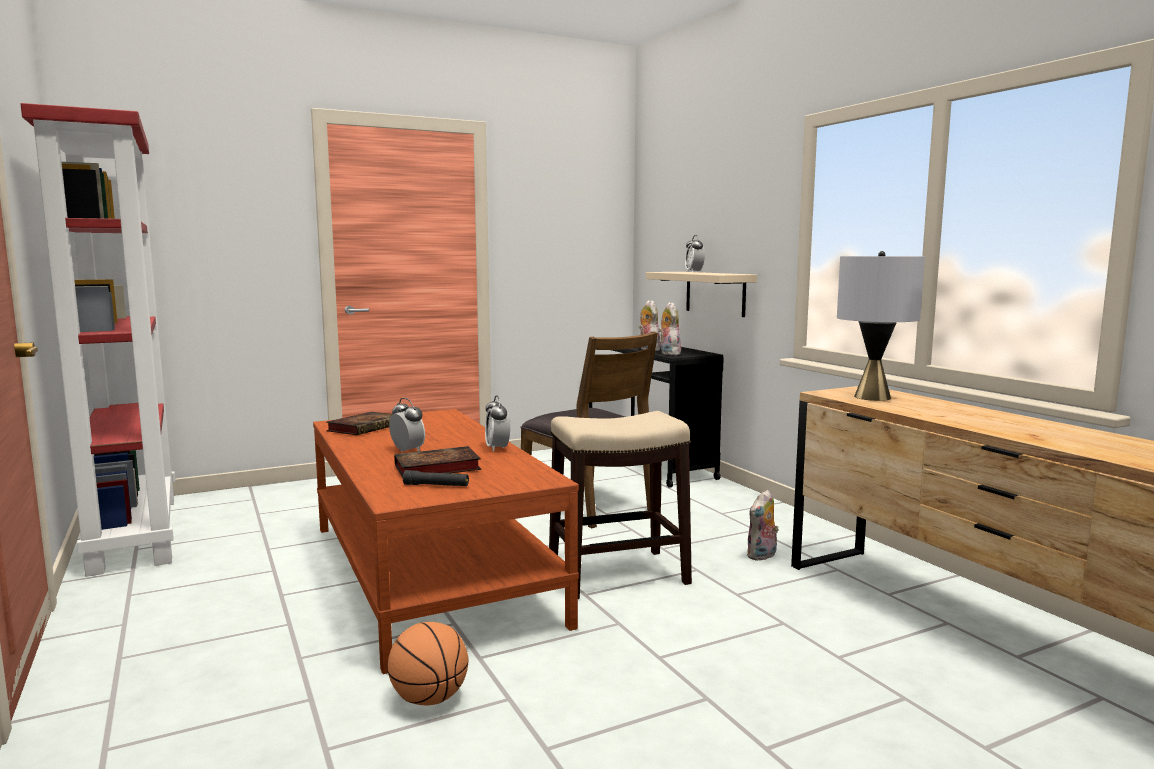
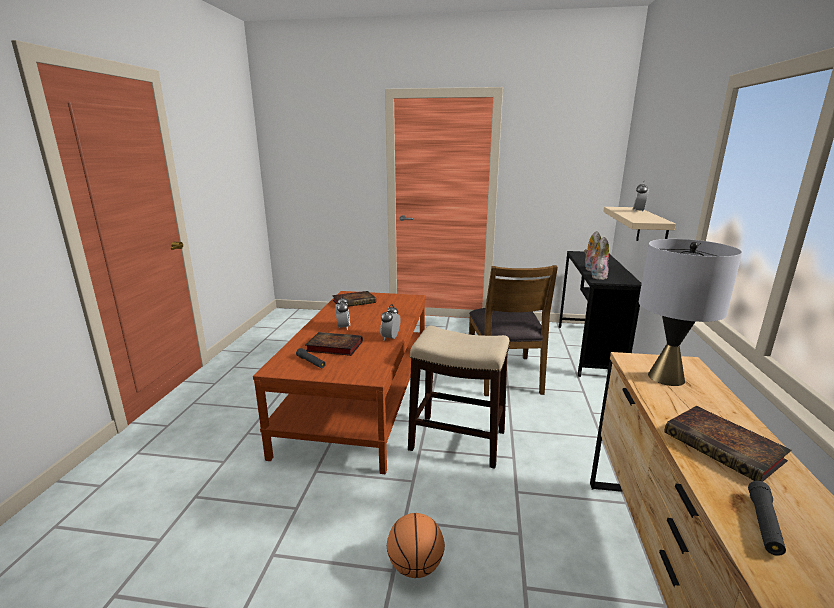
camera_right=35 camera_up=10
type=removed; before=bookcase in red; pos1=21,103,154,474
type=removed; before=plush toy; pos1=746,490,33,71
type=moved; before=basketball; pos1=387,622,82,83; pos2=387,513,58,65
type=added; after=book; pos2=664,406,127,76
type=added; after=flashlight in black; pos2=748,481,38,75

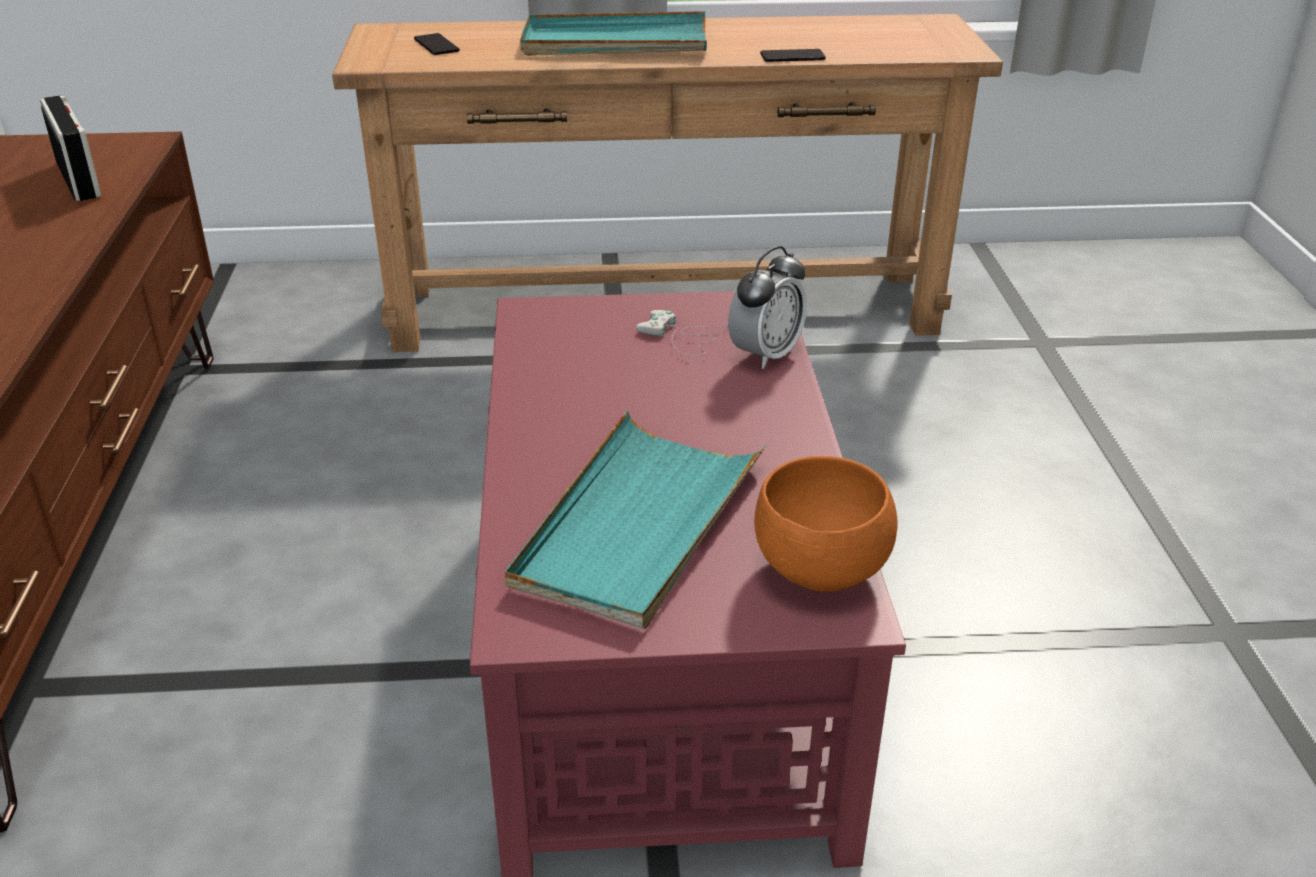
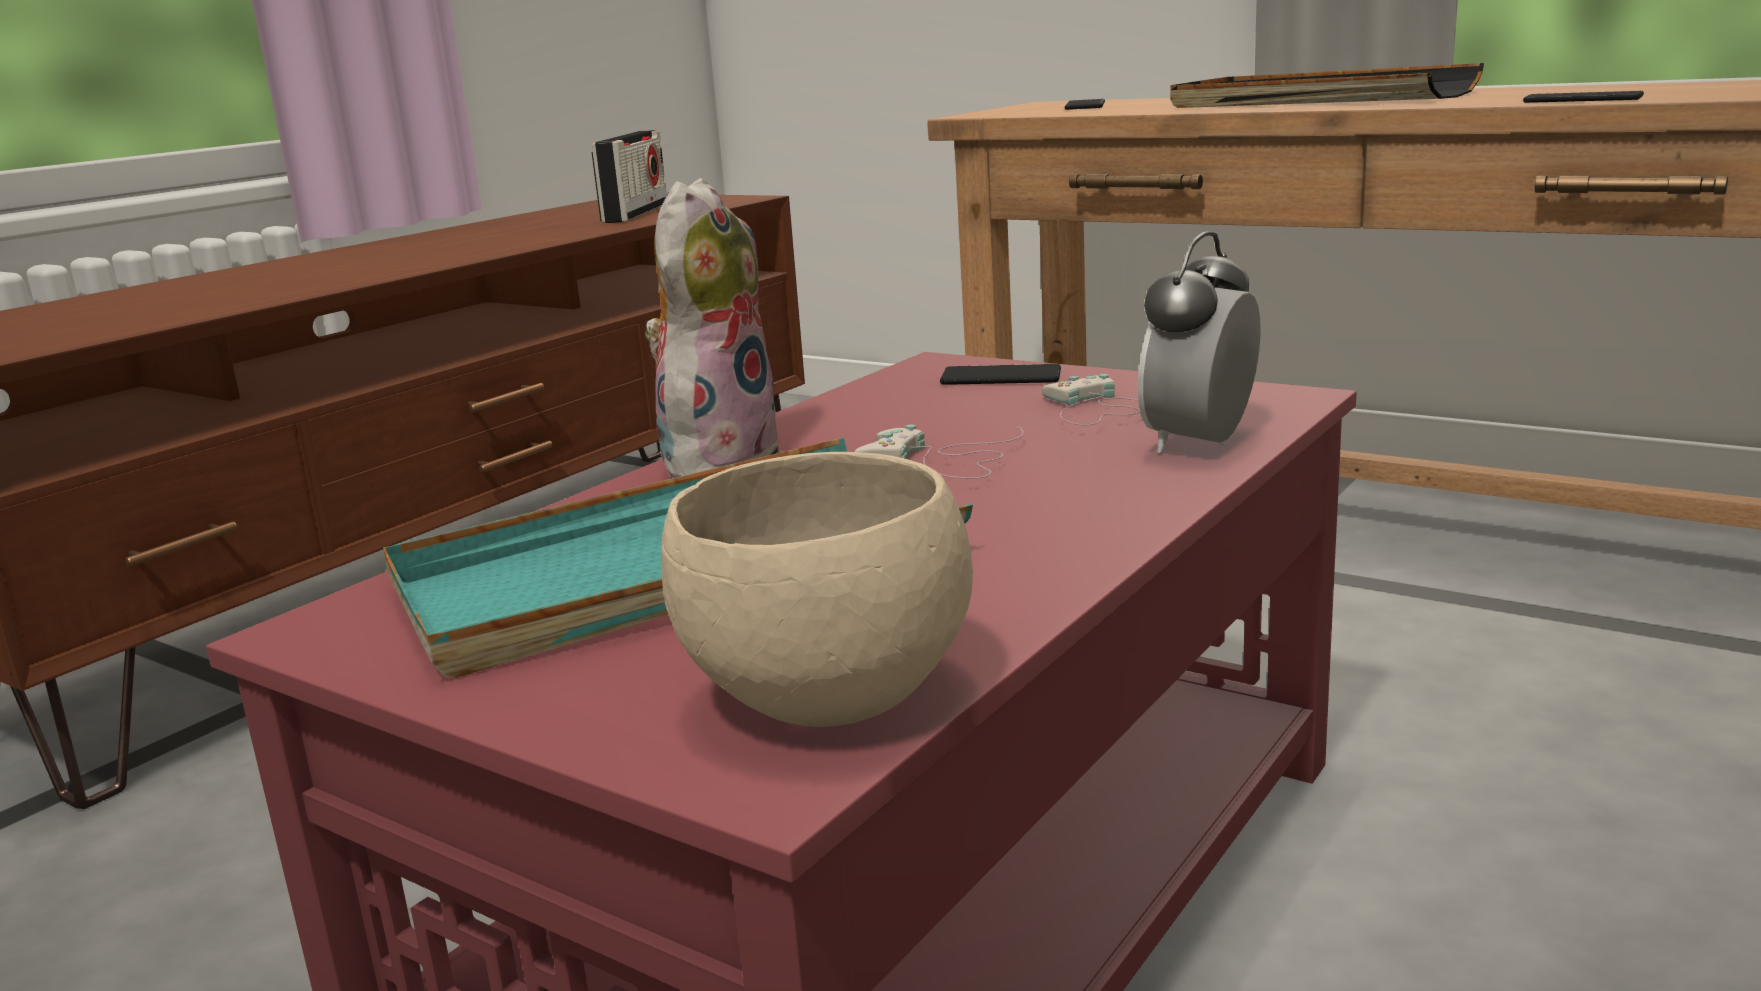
camera_right=40 camera_up=-15
type=recoloured; before=tray in turquoise; after=tray in black; pos1=520,11,187,45; pos2=1170,63,314,45
type=turned; before=alarm clock; pos1=728,246,79,123; pos2=1138,231,123,223; turn=135
type=recoloured; before=bowl in orange; after=bowl in beige; pos1=754,456,144,136; pos2=661,452,312,275
type=added; after=plush toy; pos2=645,178,138,300
type=added; after=phone; pos2=940,364,121,21
type=added; after=game controller in white; pos2=854,425,170,54

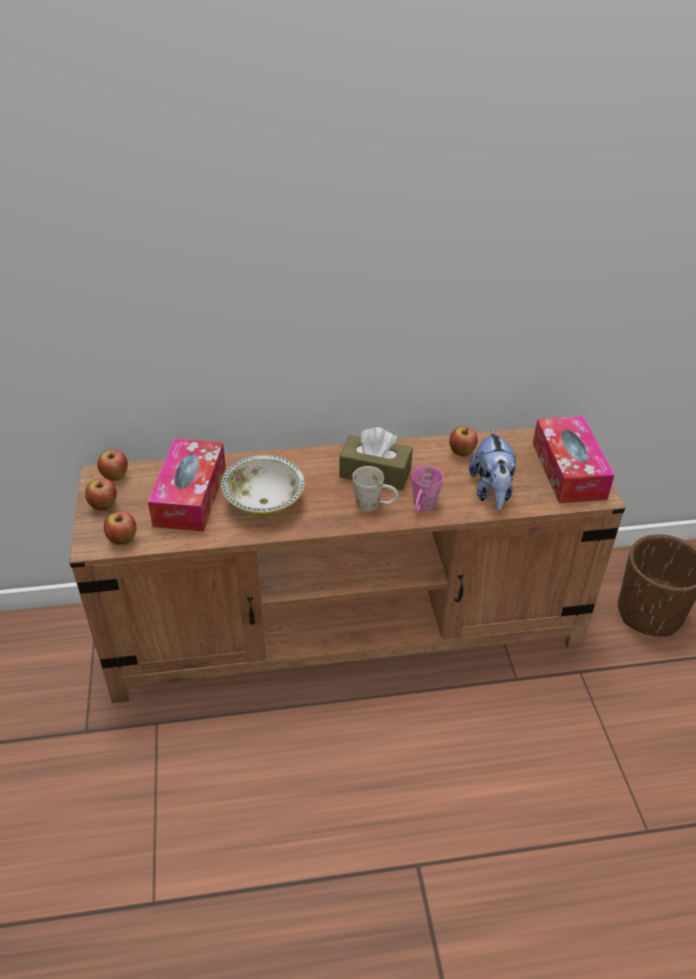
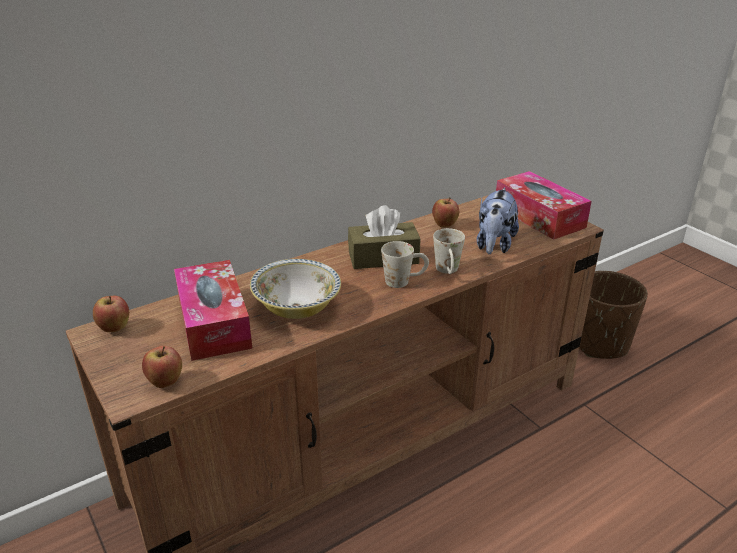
camera_right=-25 camera_up=-10
type=turned; before=plush toy; pos1=469,429,47,81; pos2=477,187,42,67; turn=45
type=recoloured; before=mug in pink; after=mug in white; pos1=412,465,31,48; pos2=433,228,32,46
type=removed; before=apple; pos1=85,478,32,33

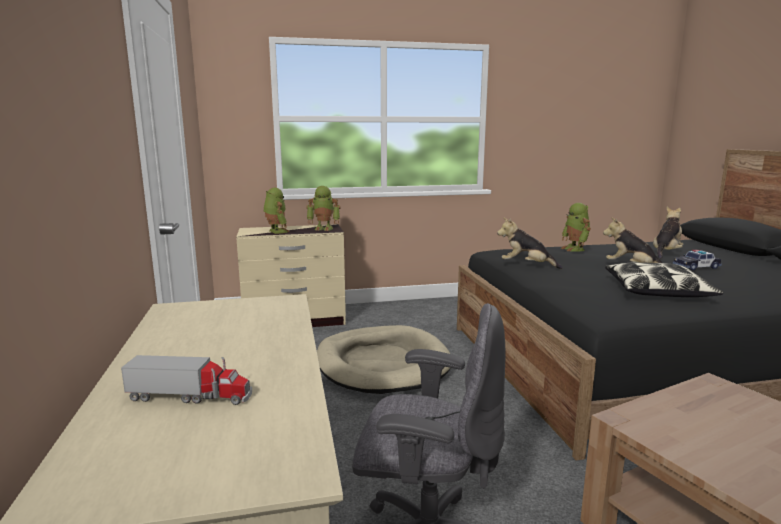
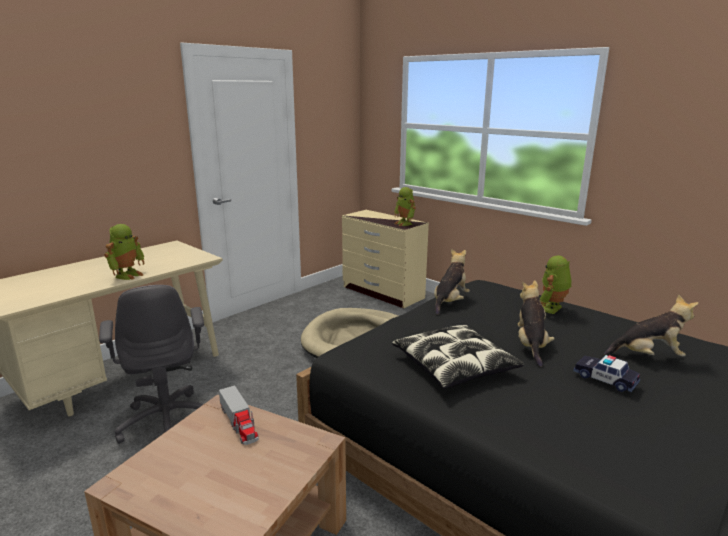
camera_right=55 camera_up=5
type=moved; before=toy robot; pos1=263,188,27,46; pos2=104,224,40,56
type=turned; before=plush toy; pos1=497,217,65,52; pos2=434,249,36,66; turn=45
type=moved; before=toy truck; pos1=121,355,131,50; pos2=219,385,40,60

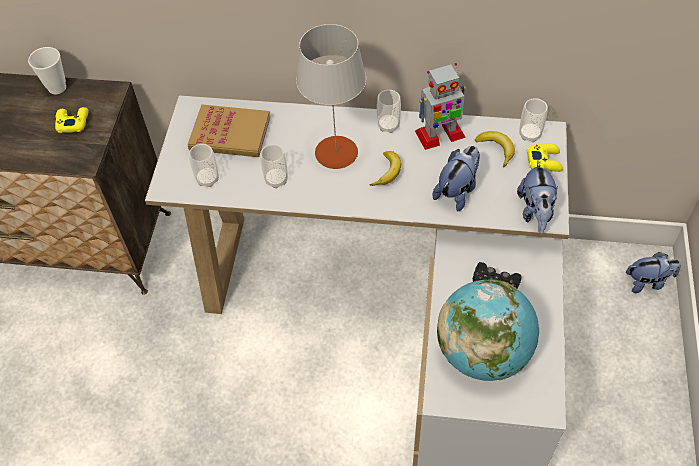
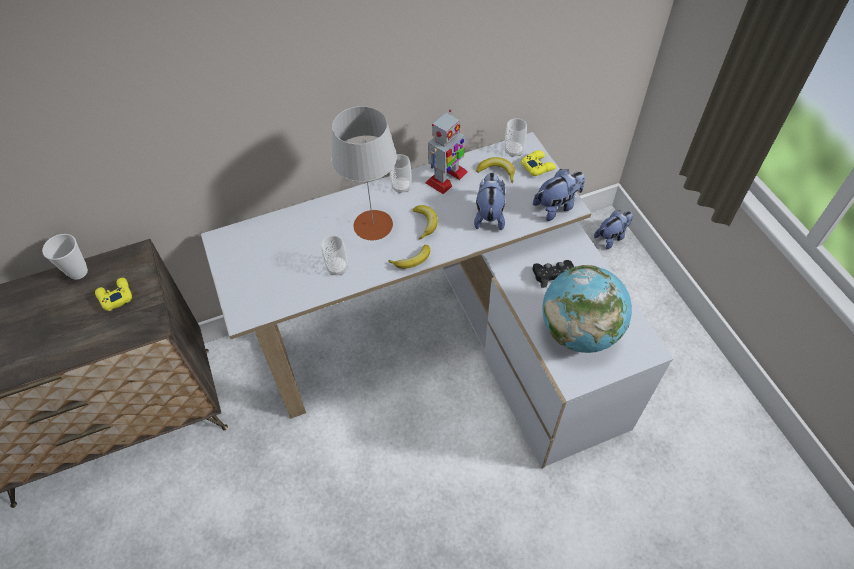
camera_right=-30 camera_up=0
type=removed; before=book; pos1=188,104,82,53
type=removed; before=cup; pos1=189,144,30,43
type=turned; before=plush toy; pos1=517,160,41,74; pos2=533,169,52,52; turn=-90
type=added; after=banana; pos2=388,245,42,24

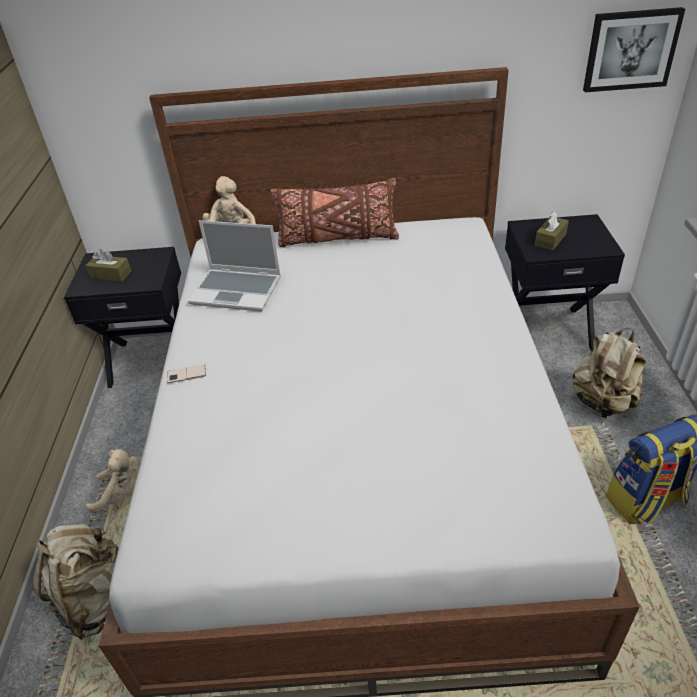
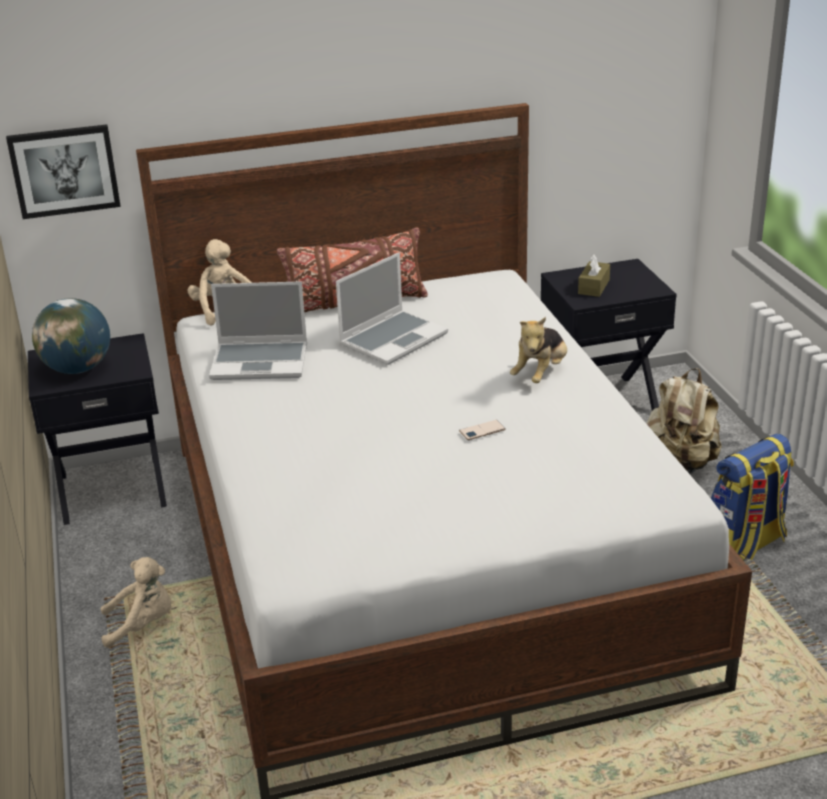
camera_right=-15 camera_up=-10
type=moved; before=picture; pos1=583,7,102,85; pos2=6,124,115,95
type=replaced; before=tissue box in brown; after=globe; pos1=85,249,46,33; pos2=32,298,78,76
type=moved; before=phone; pos1=167,364,39,19; pos2=459,420,47,20
type=removed; before=backpack in beige; pos1=32,524,87,116
type=added; after=laptop; pos2=336,252,112,113
type=added; after=plush toy; pos2=510,317,57,66

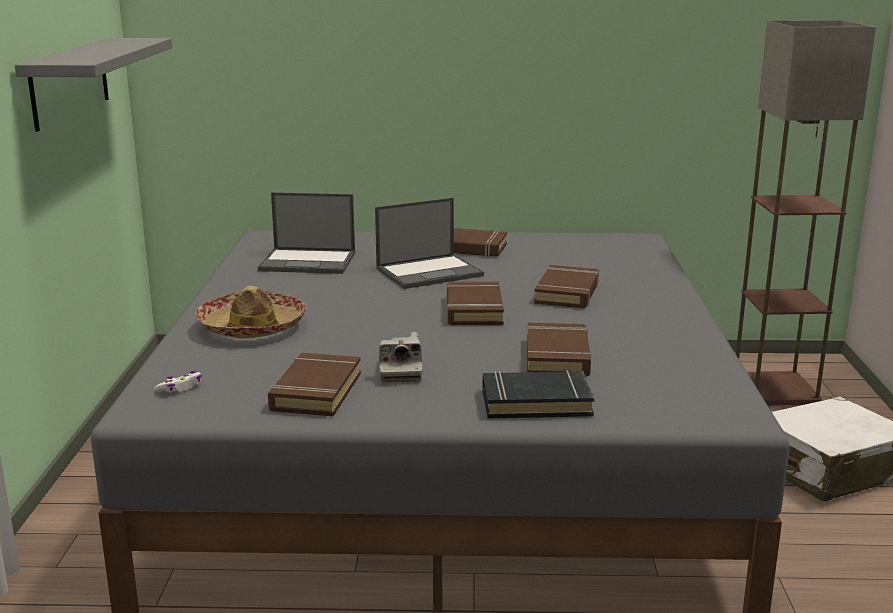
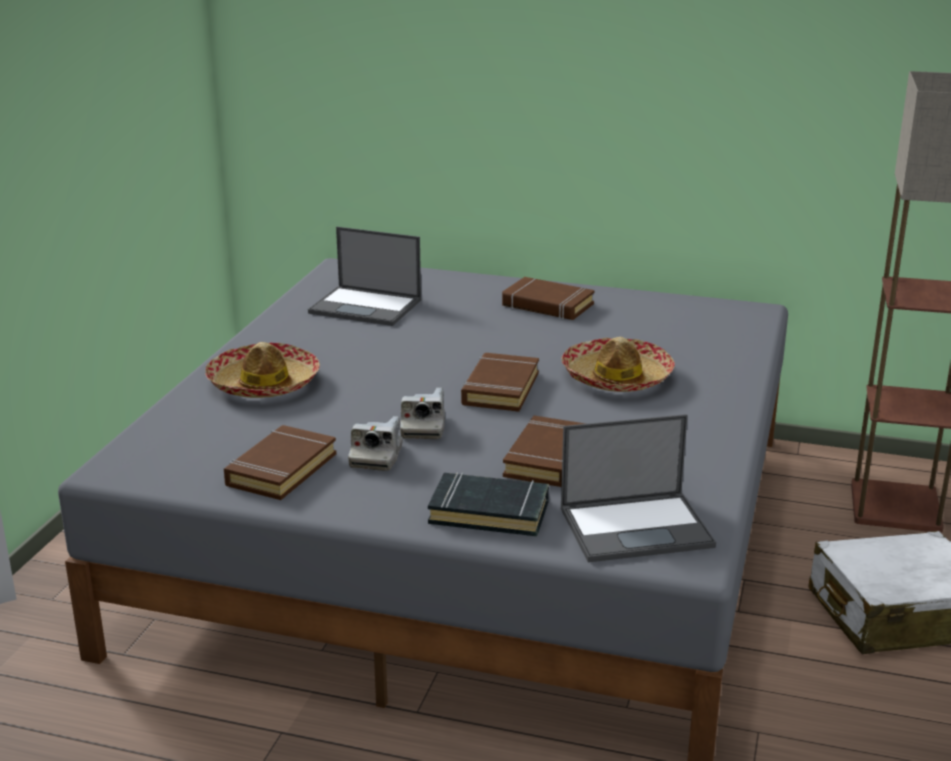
camera_right=15 camera_up=5
type=removed; before=shelf in grey; pos1=15,38,157,94
type=moved; before=laptop; pos1=375,198,109,91; pos2=561,414,155,148
type=replaced; before=book in brown; after=hat; pos1=534,265,65,43; pos2=561,337,114,55
type=removed; before=game controller in white; pos1=154,371,48,21
type=added; after=photo camera; pos2=400,388,45,51

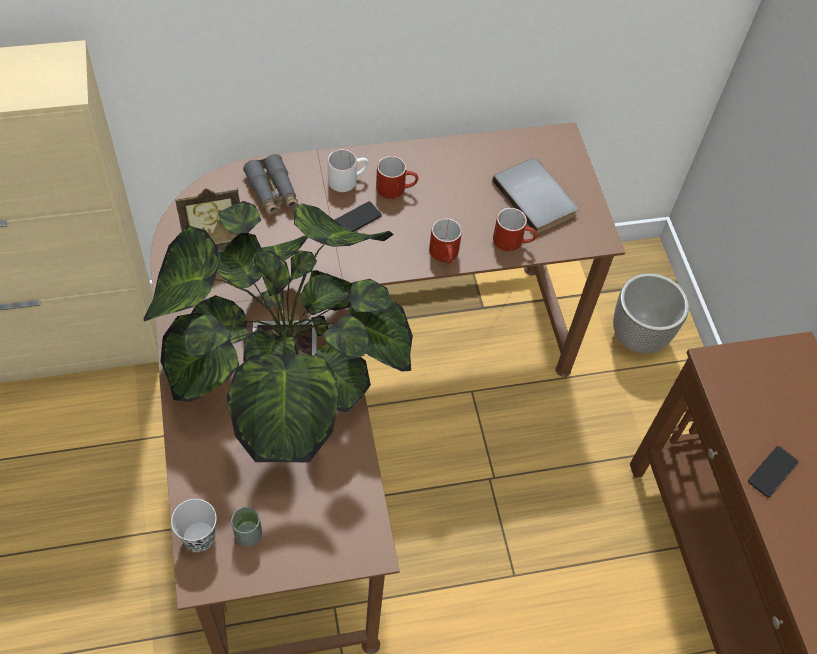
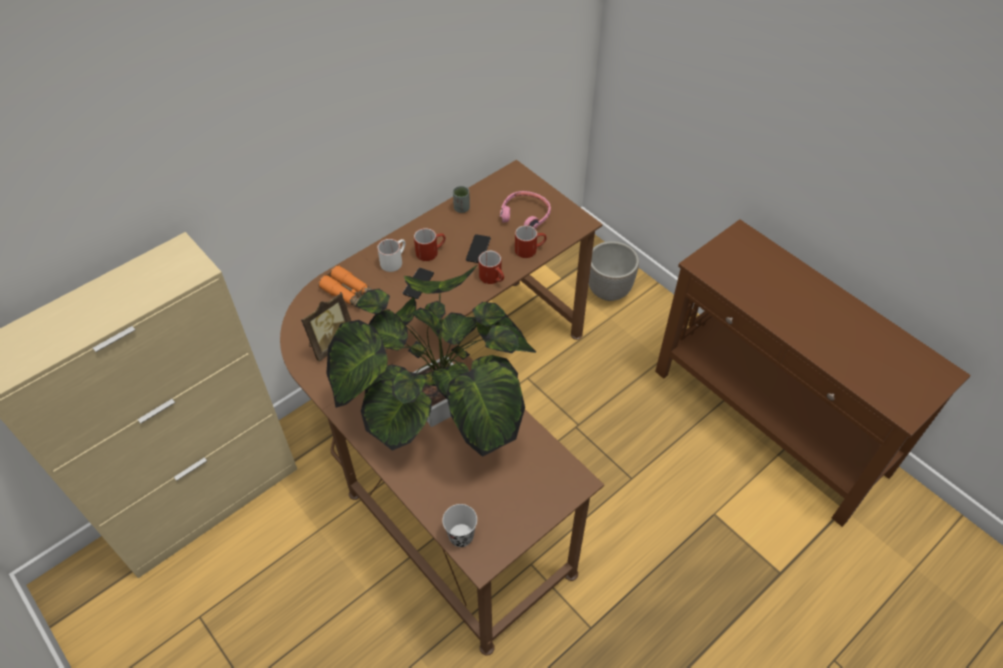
camera_right=-25 camera_up=-5
type=recoloured; before=binoculars in grey; after=binoculars in orange; pos1=243,154,56,63; pos2=318,265,55,44
type=replaced; before=book in grey; after=headphones in pink; pos1=493,158,85,76; pos2=500,191,51,38
type=moved; before=phone; pos1=748,446,50,51; pos2=466,234,25,29
type=moved; before=cup in grey; pos1=231,507,31,39; pos2=453,186,17,27

